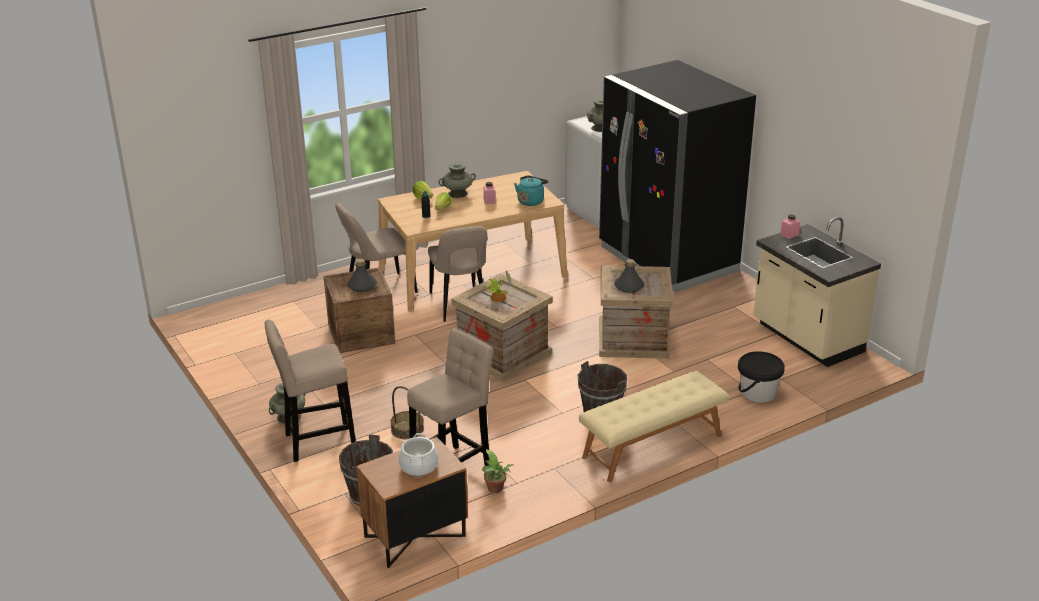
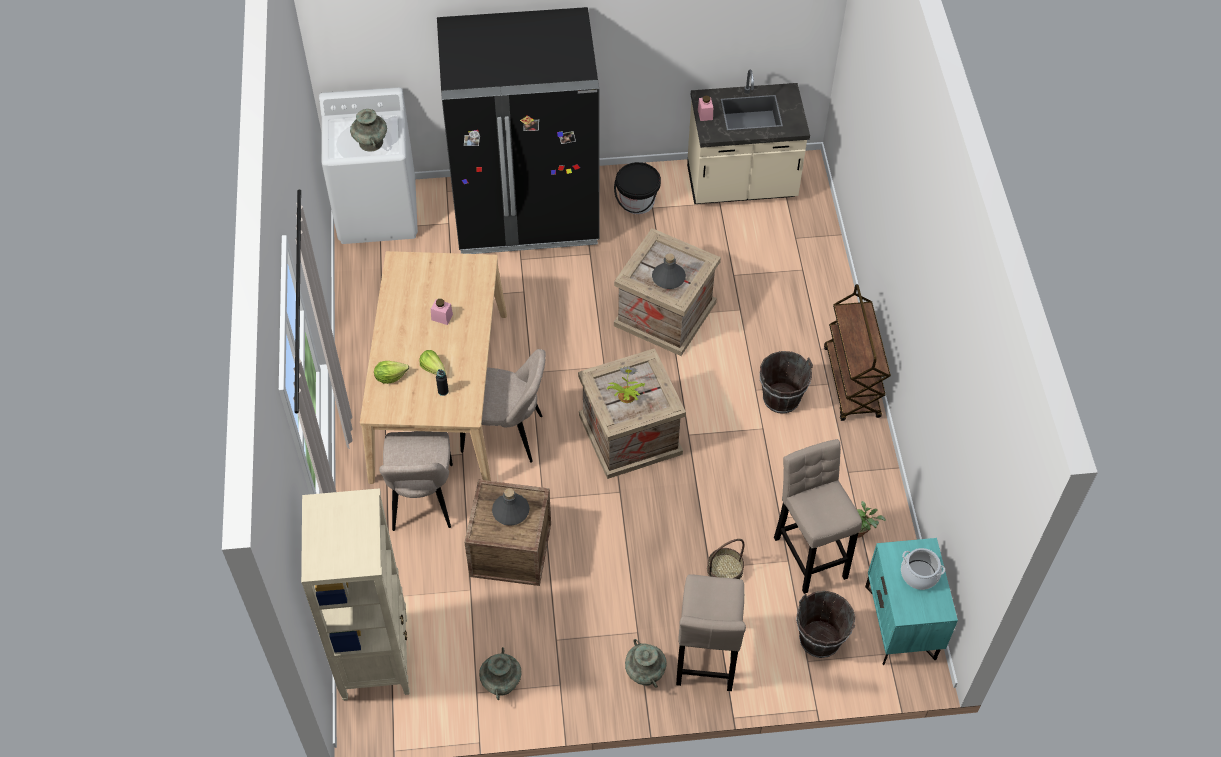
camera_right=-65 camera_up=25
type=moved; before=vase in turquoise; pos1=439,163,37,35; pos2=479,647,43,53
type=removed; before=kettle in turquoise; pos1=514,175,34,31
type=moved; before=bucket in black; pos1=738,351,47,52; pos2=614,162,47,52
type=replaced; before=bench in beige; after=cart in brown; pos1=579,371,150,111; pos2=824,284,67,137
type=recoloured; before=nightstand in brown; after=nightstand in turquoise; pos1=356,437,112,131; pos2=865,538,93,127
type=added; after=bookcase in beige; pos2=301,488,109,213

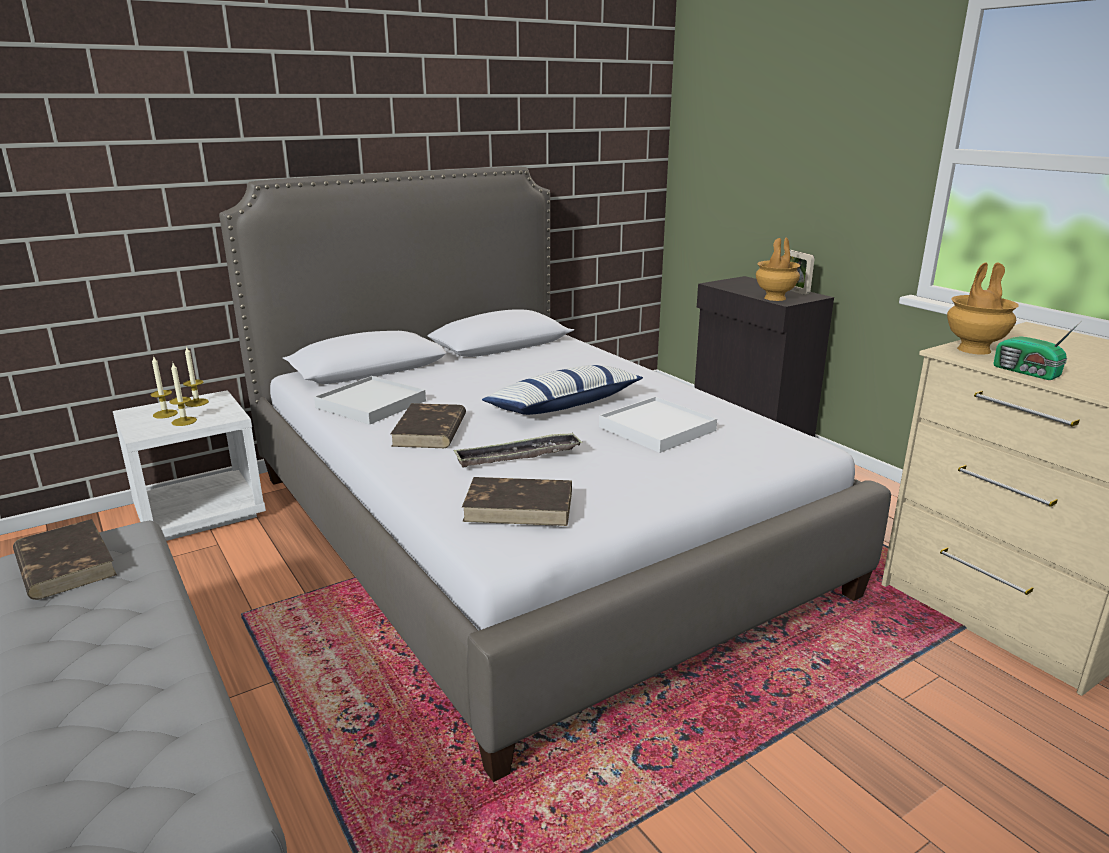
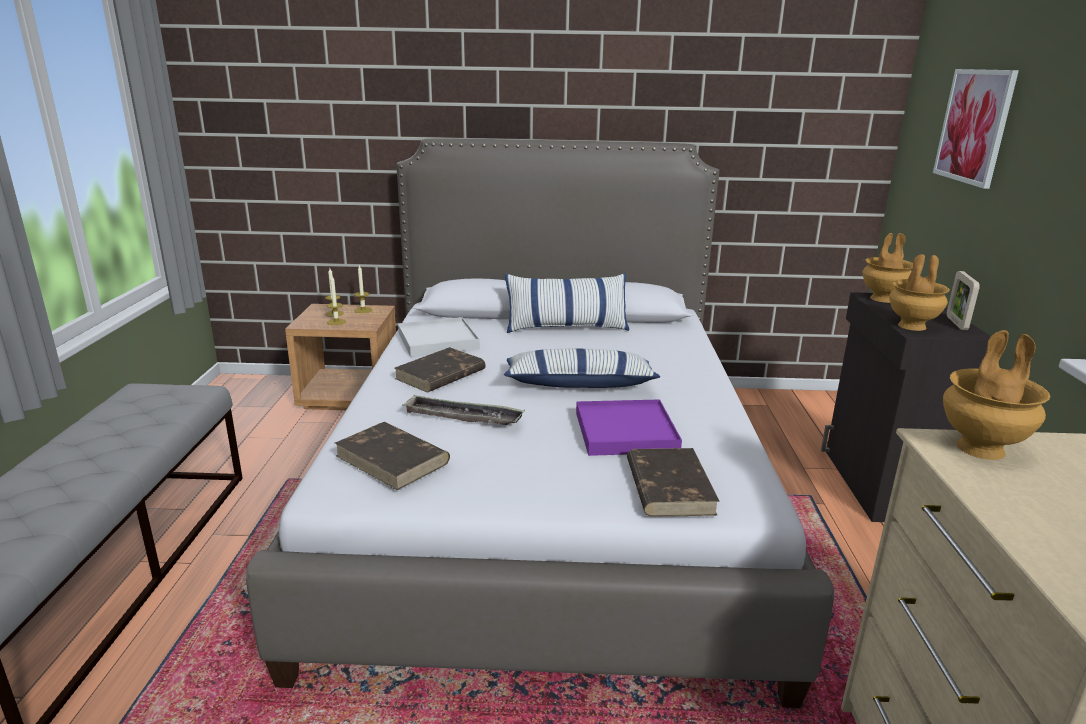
camera_right=35 camera_up=0
type=removed; before=radio; pos1=994,321,88,59
type=recoloured; before=nightstand in white; after=nightstand in brown; pos1=113,390,153,151; pos2=285,304,111,106
type=recoloured; before=tray in white; after=tray in purple; pos1=599,397,118,56; pos2=576,399,106,57
type=moved; before=book in brown; pos1=13,519,104,81; pos2=627,448,93,69
type=added; after=picture; pos2=933,69,86,120
type=added; after=vase in brown; pos2=862,233,51,70
type=added; after=pillow; pos2=505,273,124,60

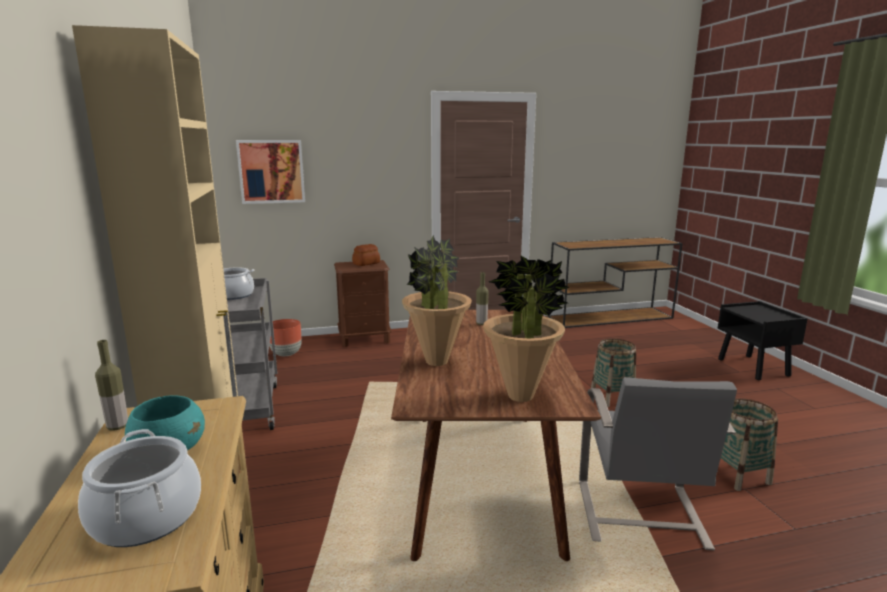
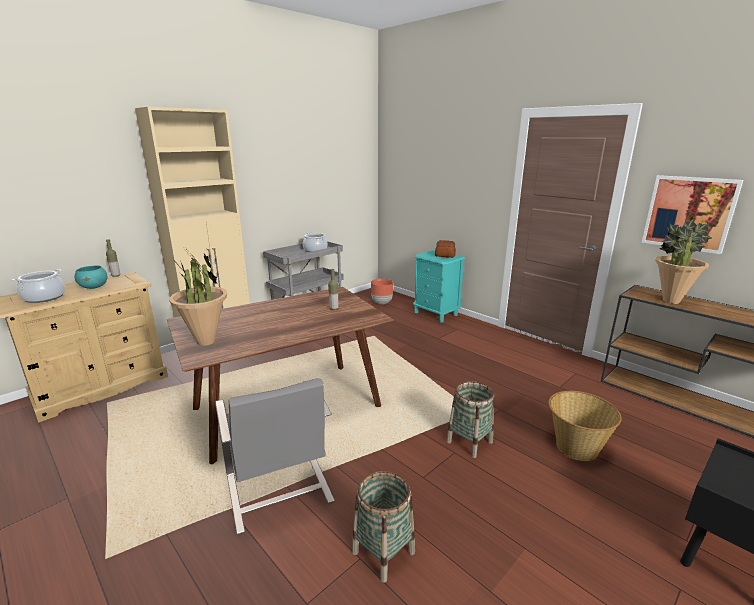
camera_right=60 camera_up=5
type=moved; before=picture; pos1=236,140,69,64; pos2=642,175,101,79
type=moved; before=potted plant; pos1=402,235,70,131; pos2=655,219,57,85
type=recoloured; before=nightstand in brown; after=nightstand in turquoise; pos1=334,260,58,87; pos2=413,250,52,72
type=turned; before=chair in grey; pos1=579,377,158,174; pos2=215,378,120,157; turn=-90
type=added; after=basket; pos2=548,391,74,70

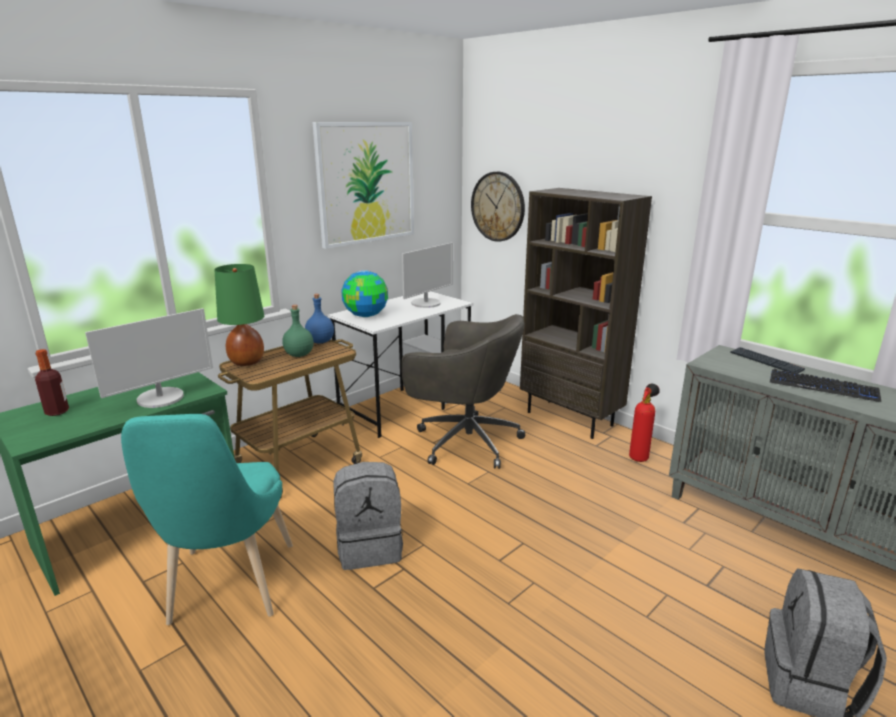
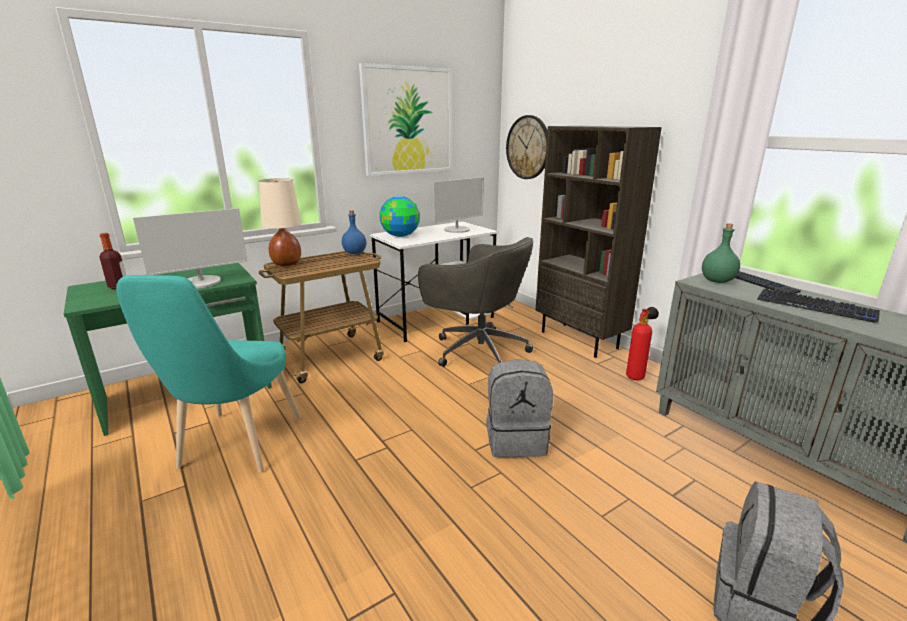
camera_right=10 camera_up=0
type=recoloured; before=table lamp in green; after=table lamp in beige; pos1=214,264,50,102; pos2=259,178,43,88
type=moved; before=bottle in green; pos1=282,305,32,52; pos2=702,223,38,60
type=moved; before=backpack in grey; pos1=333,462,70,108; pos2=486,359,67,99

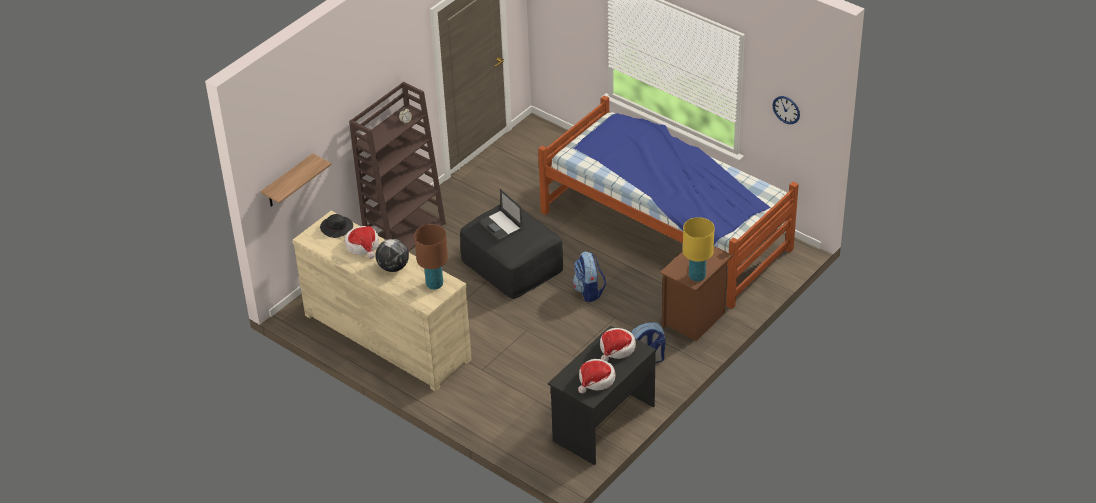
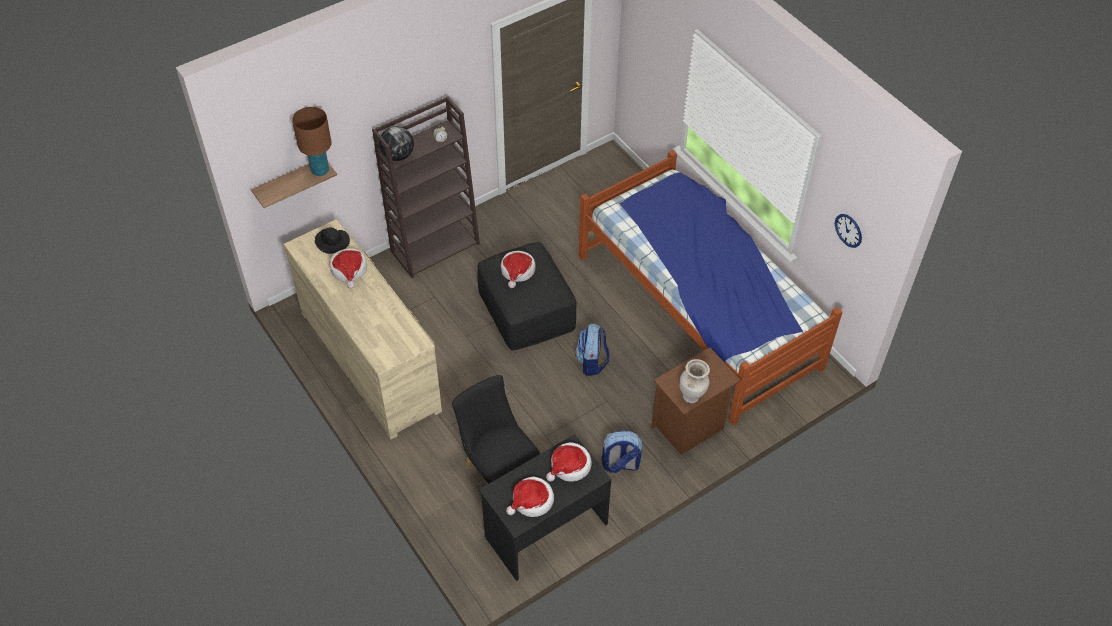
camera_right=15 camera_up=10
type=replaced; before=laptop; after=hat; pos1=479,189,44,52; pos2=501,251,35,37
type=replaced; before=table lamp in yellow; after=vase in beige; pos1=683,217,32,65; pos2=679,359,31,44
type=moved; before=table lamp in brown; pos1=414,224,34,66; pos2=292,107,40,69
type=moved; before=globe; pos1=376,239,33,33; pos2=379,126,35,35
type=added; after=chair in black; pos2=452,375,88,109

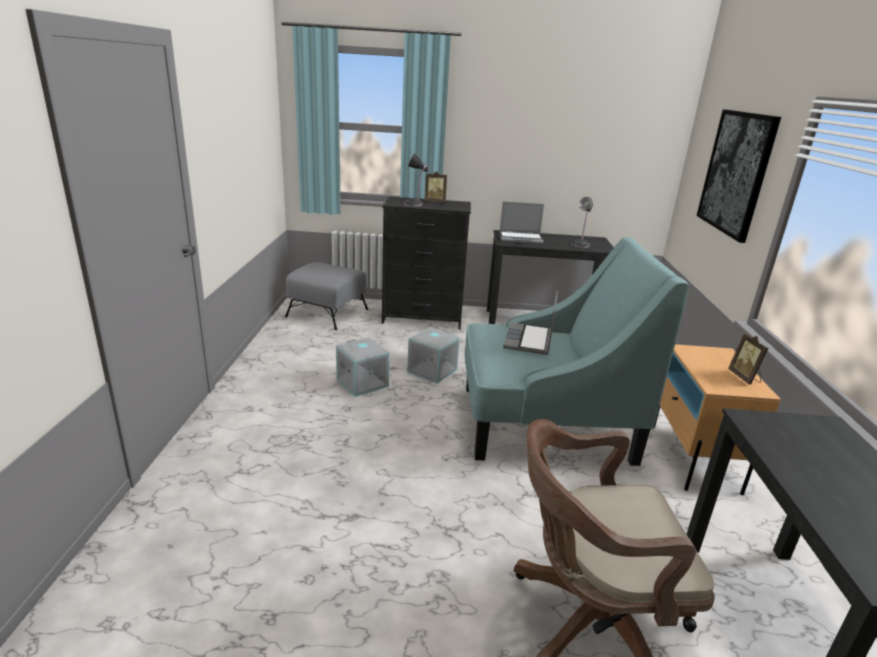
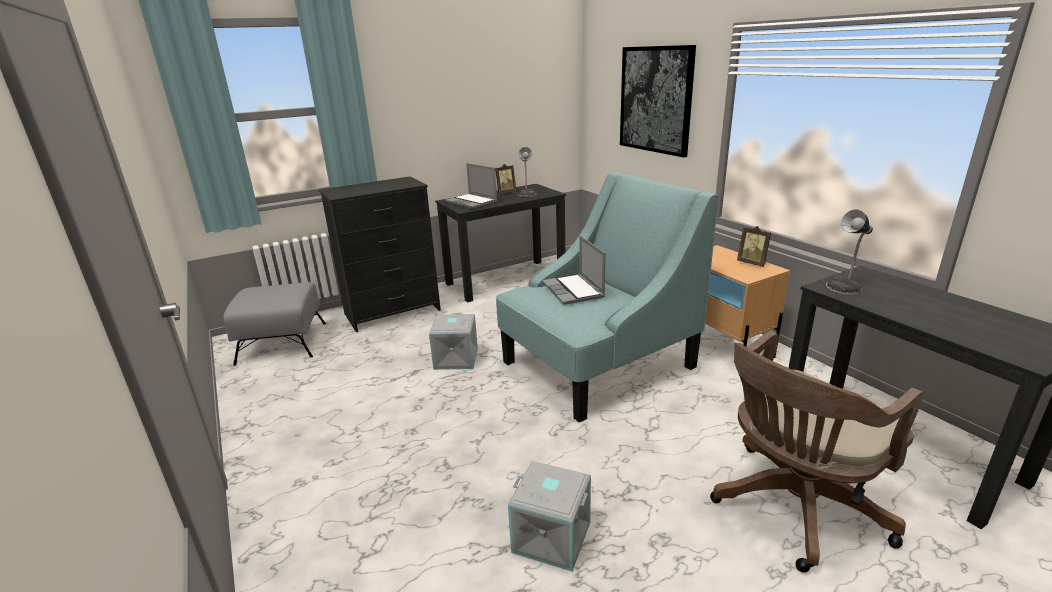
camera_right=-30 camera_up=0
type=moved; before=table lamp; pos1=404,153,25,54; pos2=826,209,47,86
type=moved; before=picture frame; pos1=425,171,22,31; pos2=495,164,21,30
type=turned; before=laptop; pos1=499,201,45,44; pos2=445,163,52,46; turn=75
type=moved; before=storage box in grey; pos1=336,337,54,60; pos2=508,461,83,111

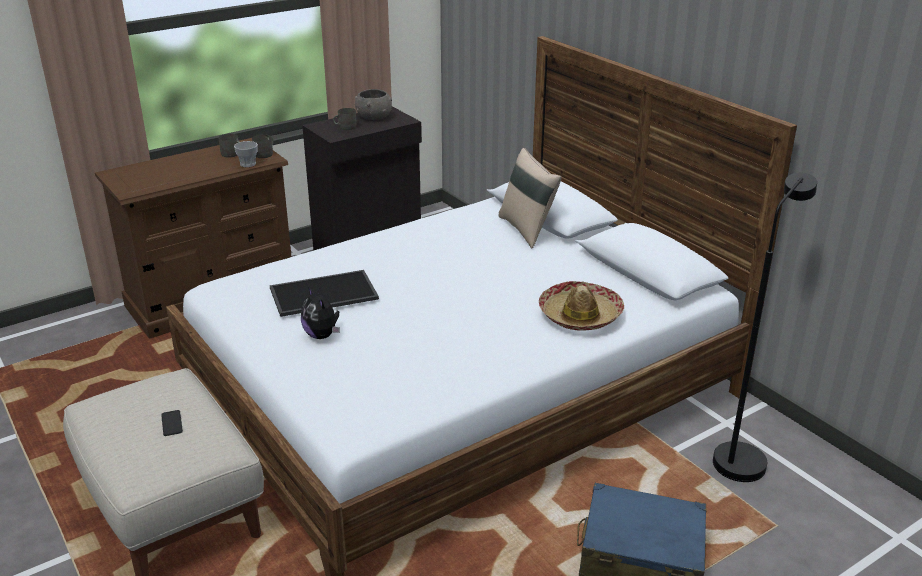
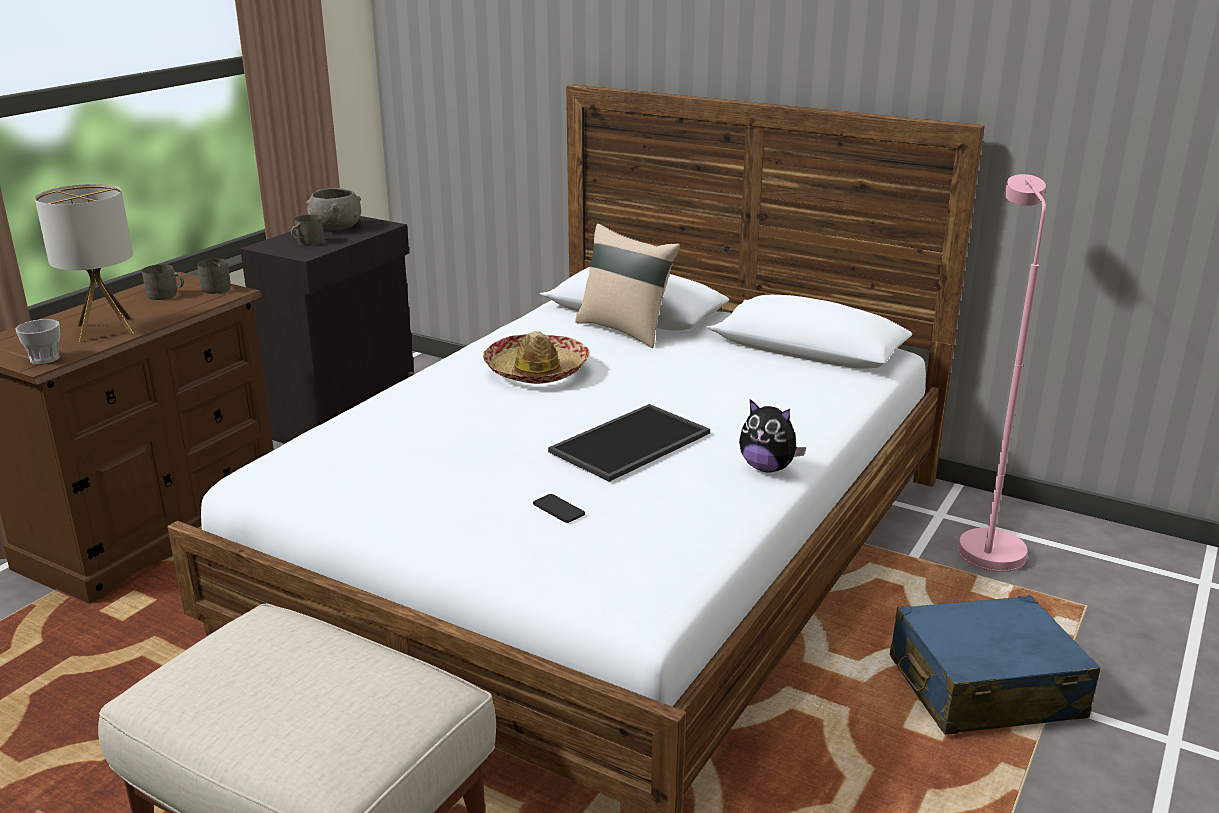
camera_right=-25 camera_up=-5
type=moved; before=cup; pos1=234,141,24,26; pos2=15,319,45,45
type=recoloured; before=floor lamp in black; after=floor lamp in pink; pos1=713,173,104,309; pos2=958,174,88,398
type=moved; before=tray; pos1=270,270,109,47; pos2=548,404,162,78
type=moved; before=hat; pos1=539,281,85,50; pos2=483,331,107,53
type=moved; before=plush toy; pos1=301,287,39,52; pos2=739,399,67,74
type=moved; before=phone; pos1=161,410,22,26; pos2=533,494,52,29
type=added; after=table lamp; pos2=35,184,99,158

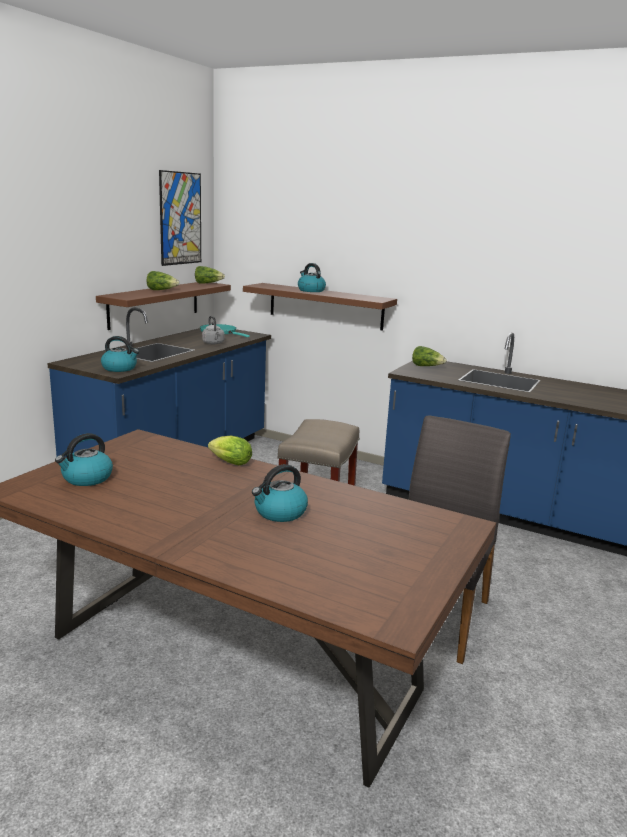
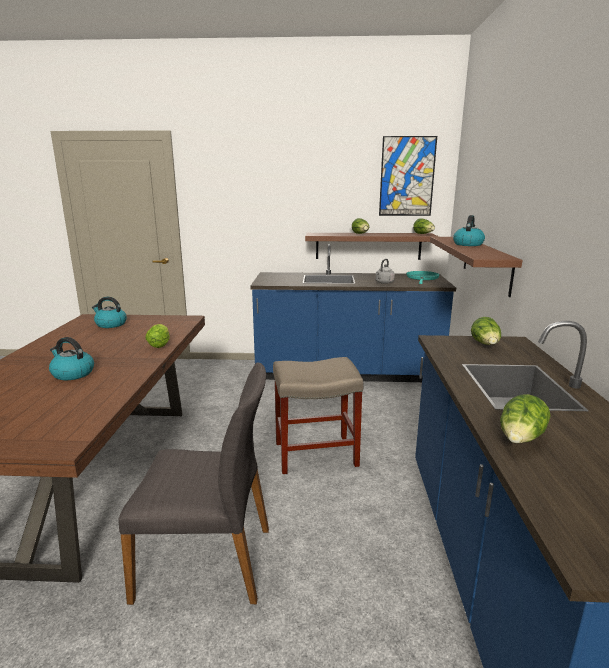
camera_right=65 camera_up=0
type=removed; before=kettle; pos1=101,336,38,36
type=added; after=lettuce; pos2=500,394,51,50

